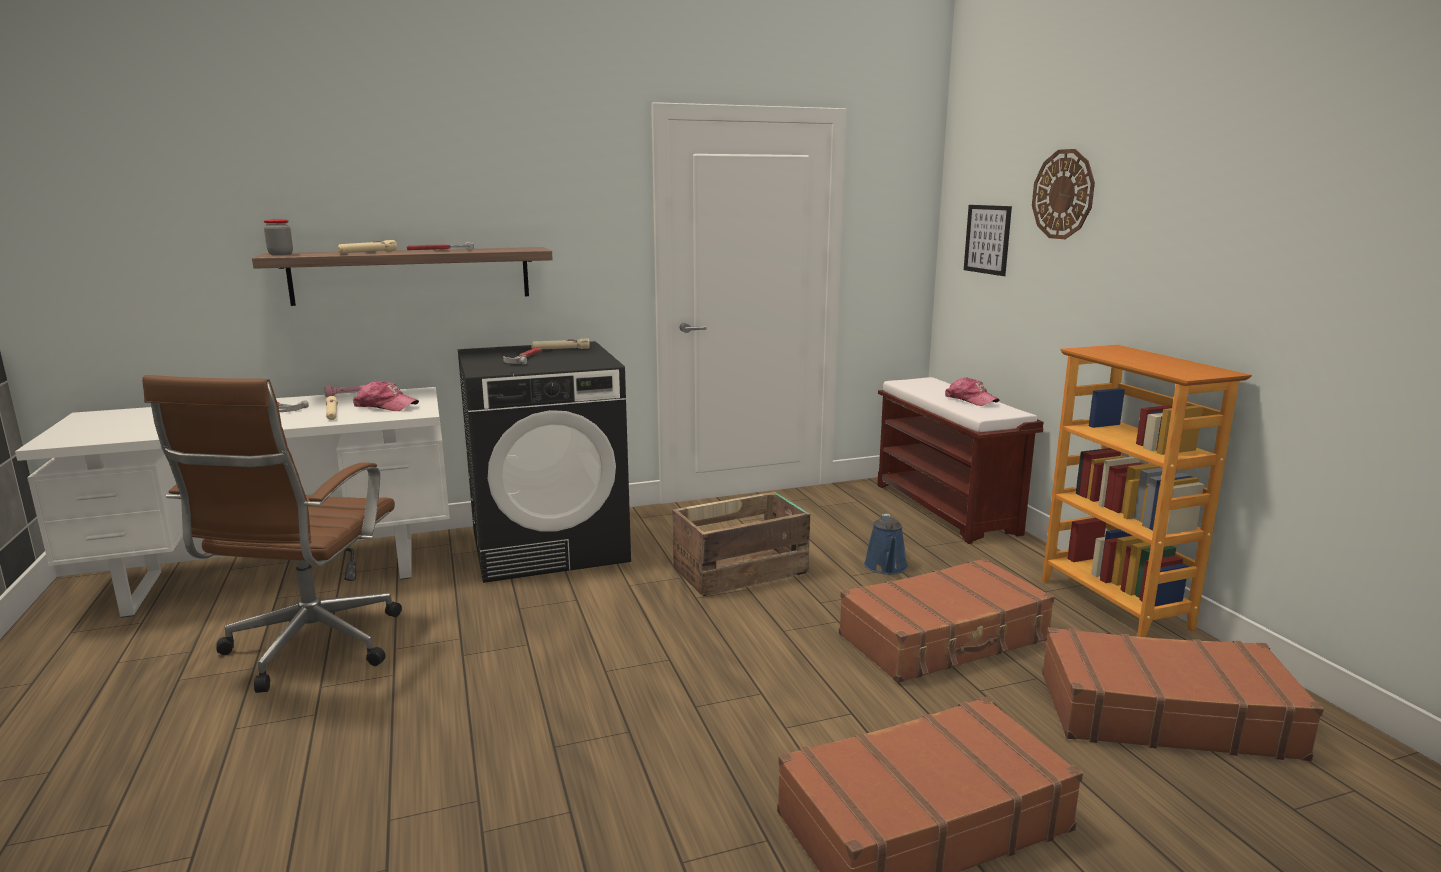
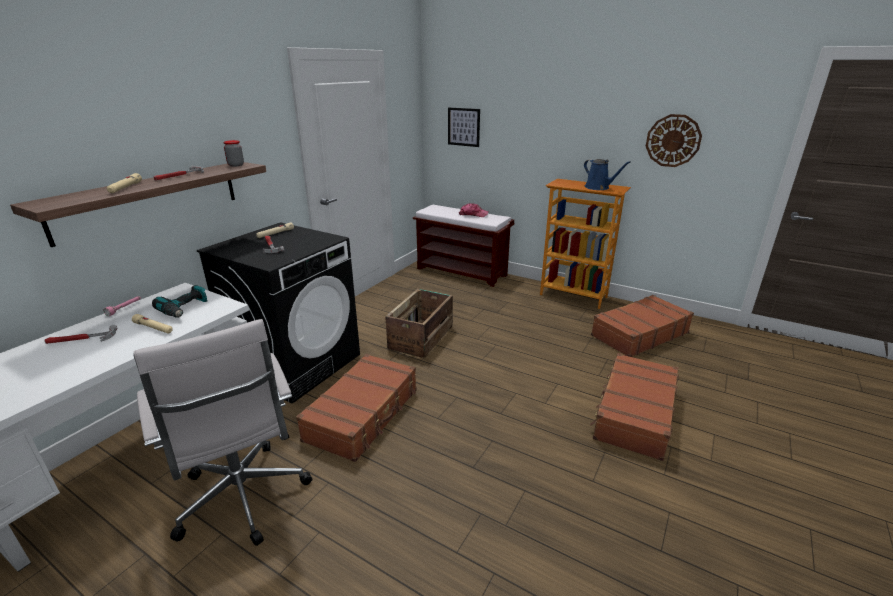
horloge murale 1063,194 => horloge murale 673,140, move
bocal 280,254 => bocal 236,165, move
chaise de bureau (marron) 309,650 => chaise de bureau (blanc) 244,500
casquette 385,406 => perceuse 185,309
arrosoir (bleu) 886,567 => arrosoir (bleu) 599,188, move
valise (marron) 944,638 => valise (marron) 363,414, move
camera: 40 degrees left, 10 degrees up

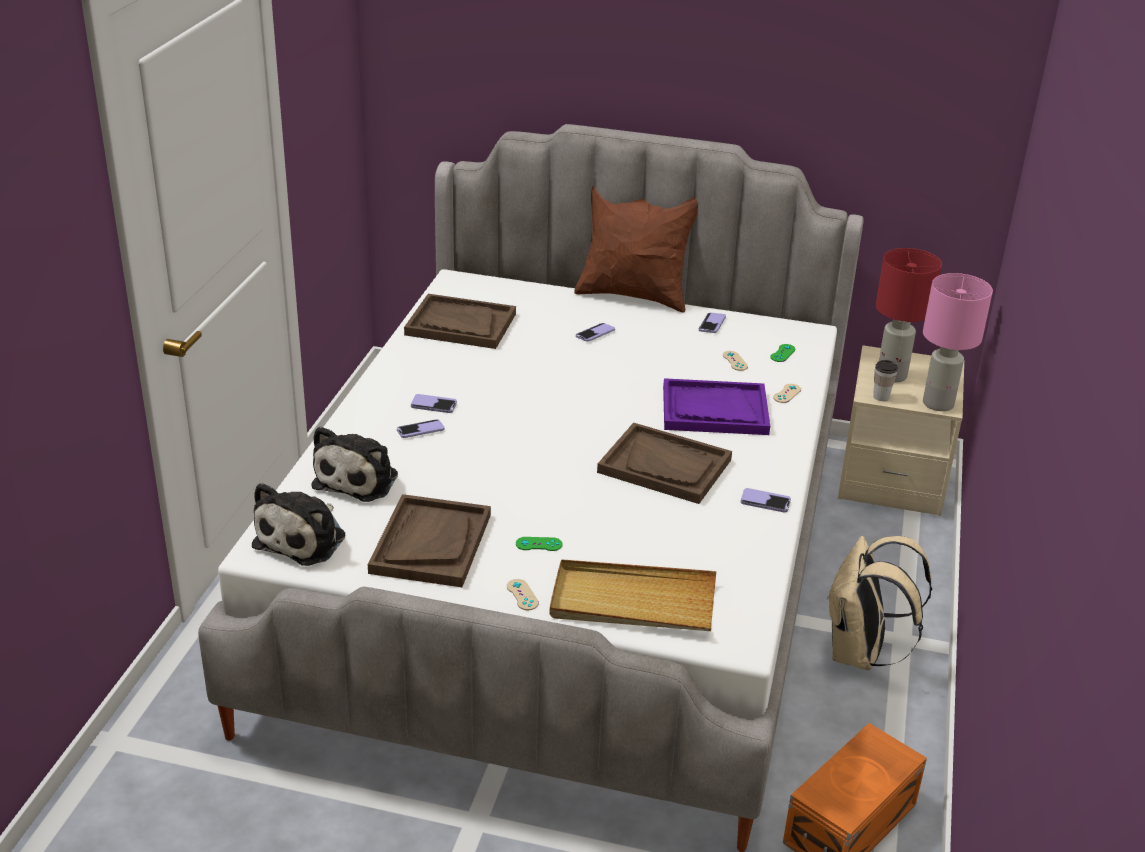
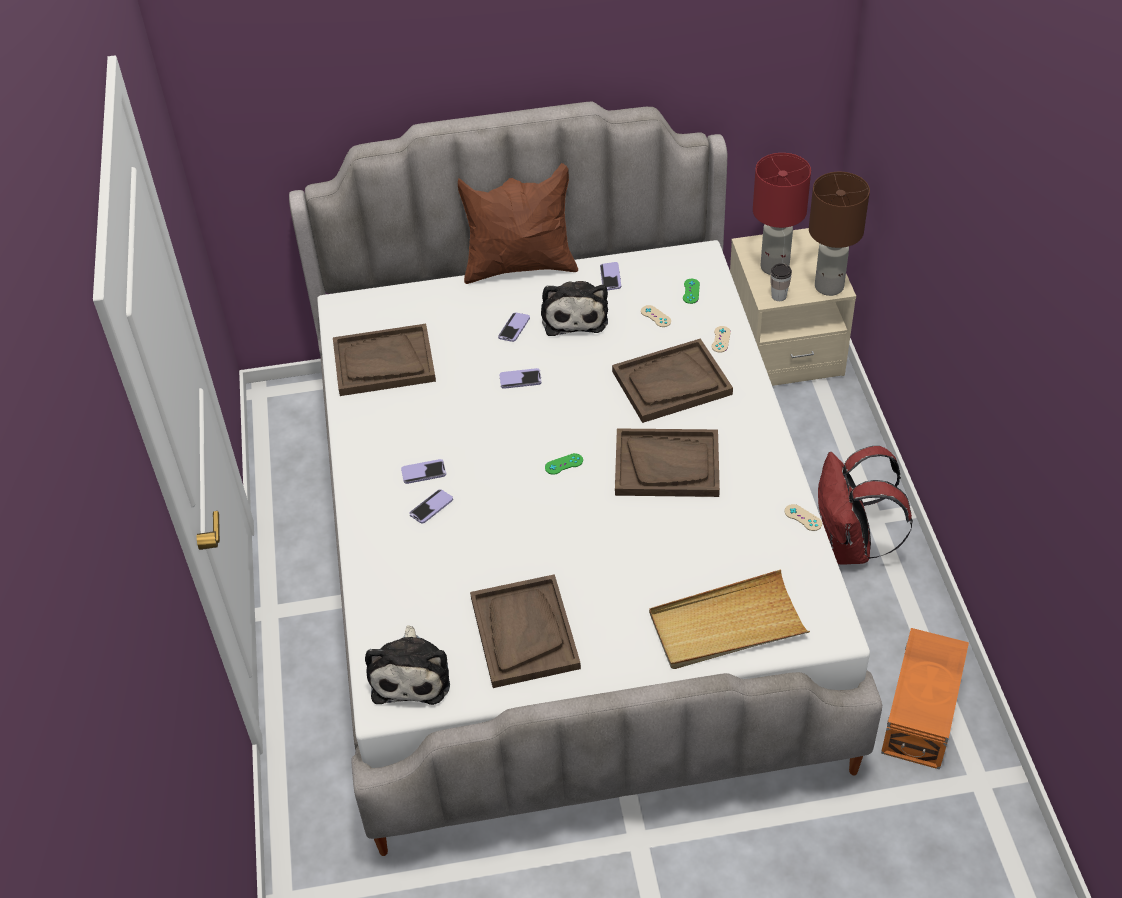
lampe de table (rose) 939,403 => lampe de table (marron) 829,286
plateau (violet) 714,410 => plateau (marron) 671,383
peluche 359,478 => peluche 574,315, move
téléphone 765,502 => téléphone 520,379, move
sac à dos (beige) 860,654 => sac à dos (rouge) 849,546
manette (vert) 539,544 => manette (vert) 564,464, move
manette (beige) 522,595 => manette (beige) 803,518, move
camera: 20 degrees left, 15 degrees up

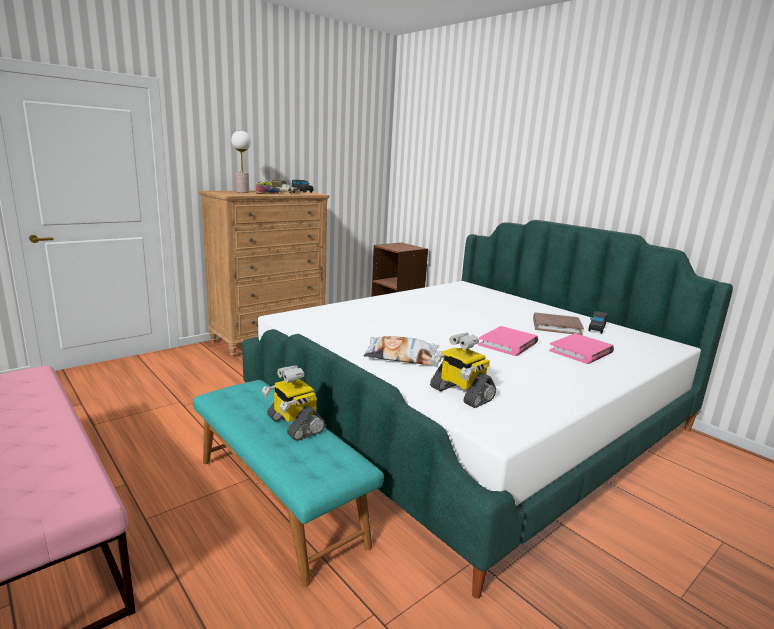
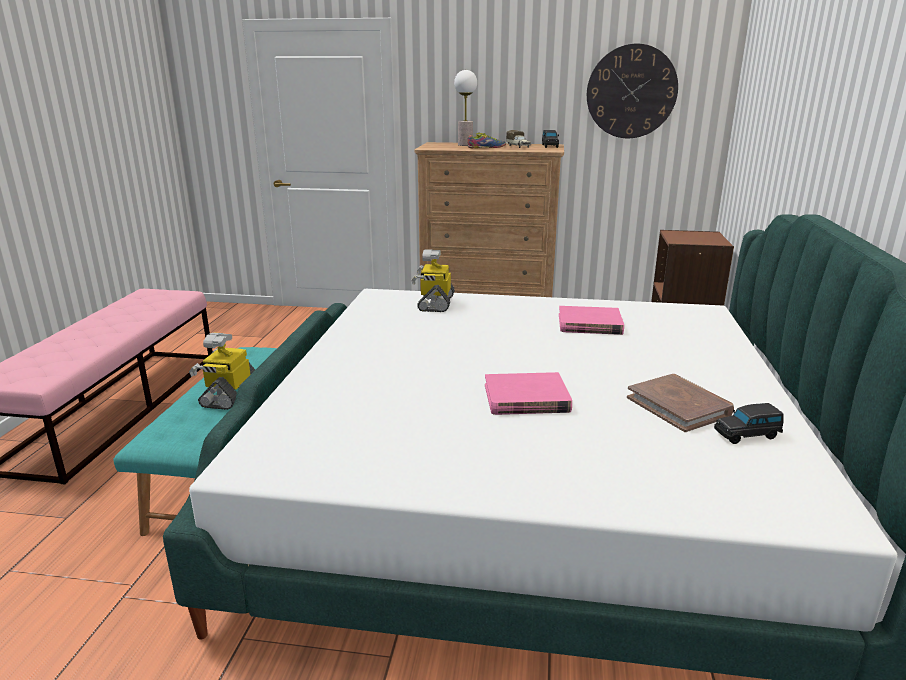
robot jouet 460,394 => robot jouet 435,303, move
livre (rose) 581,352 => livre (rose) 589,324, move
coussin 401,356 => nothing
nothing => horloge murale 631,92
camera: 50 degrees right, 5 degrees up

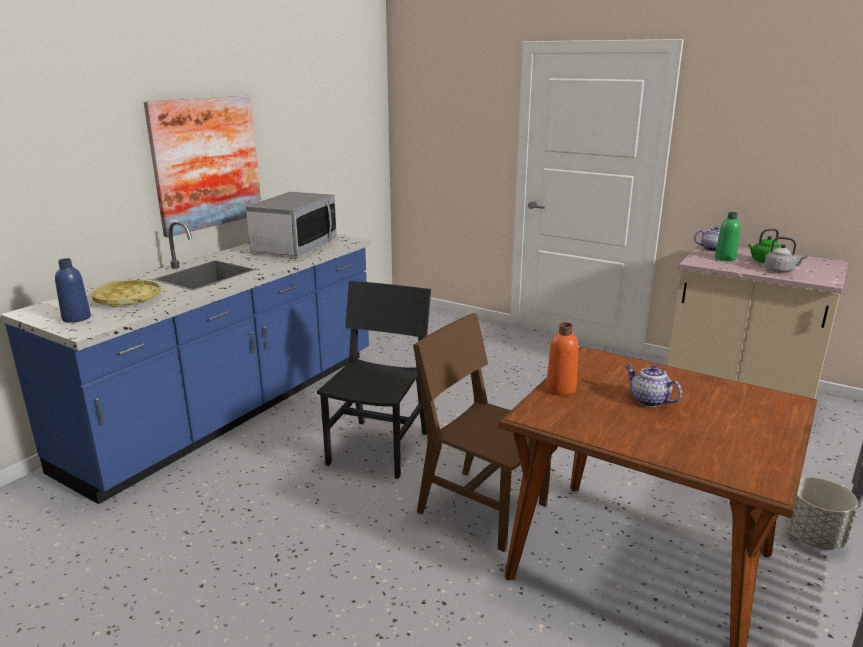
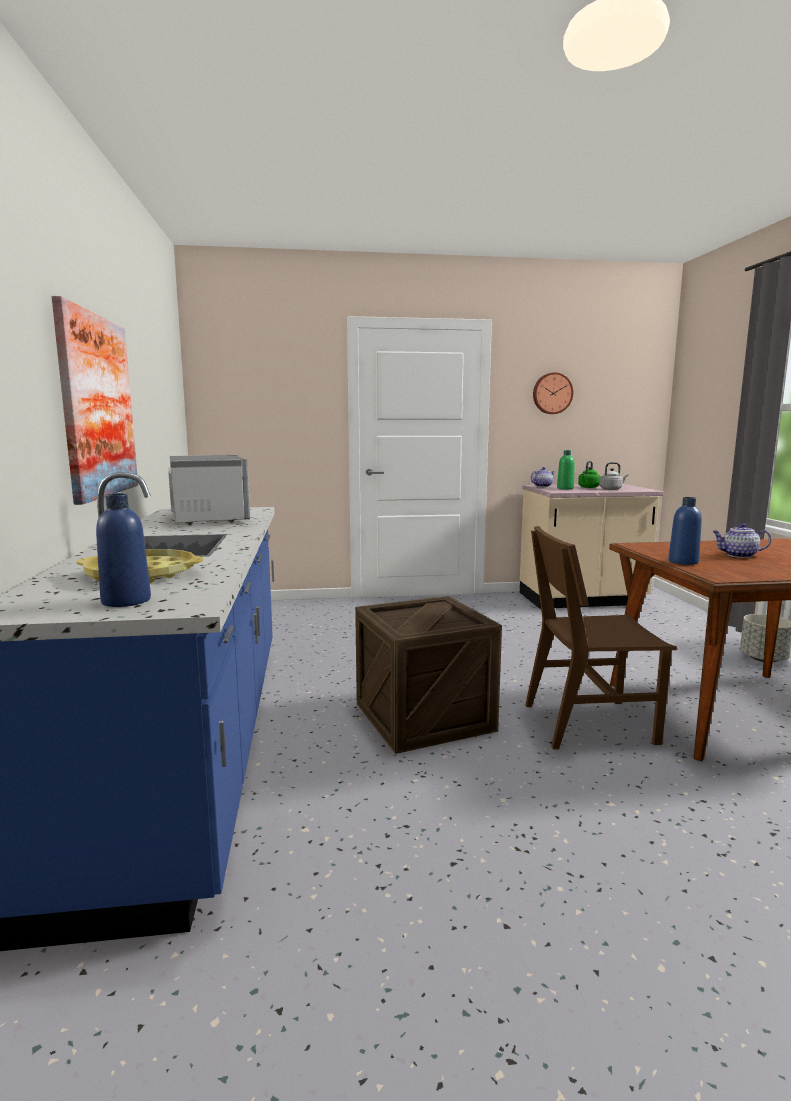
chaise (noir) 378,448 => caisse 424,717
bouteille (orange) 561,389 => bouteille (bleu) 683,562
nothing => horloge murale 552,393
camera: 40 degrees left, 10 degrees down

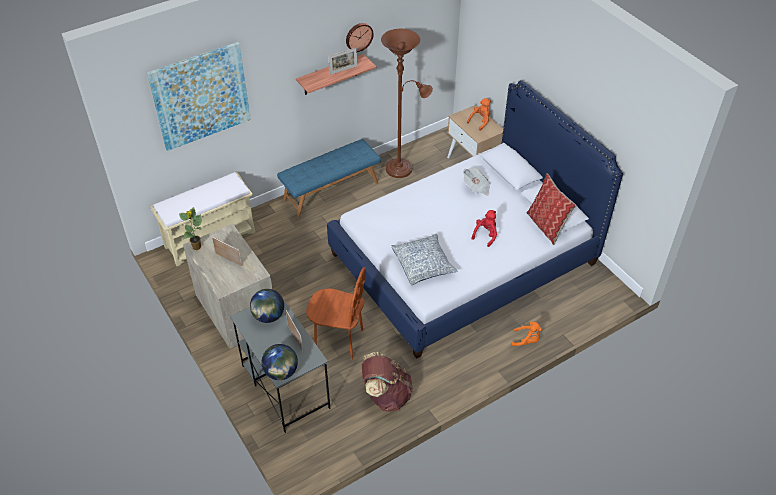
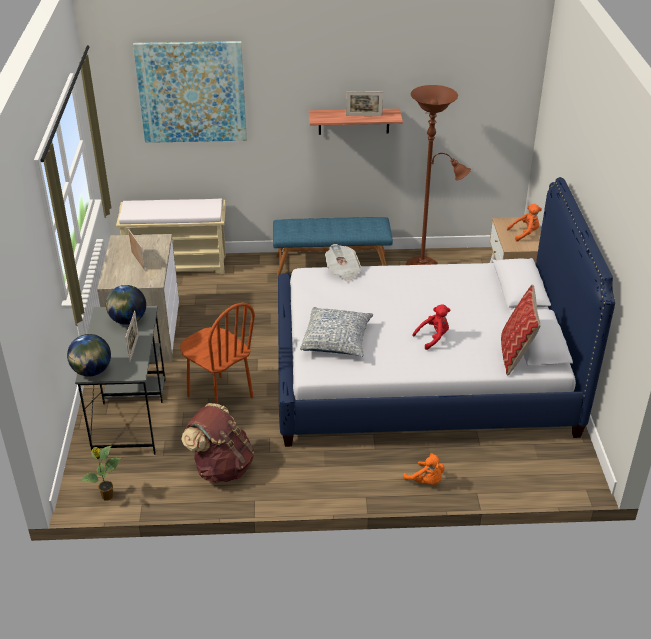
horloge murale 358,36 => nothing
journal 476,187 => journal 343,271, move
plante en pot 197,247 => plante en pot 107,497, move
camera: 30 degrees right, 10 degrees down

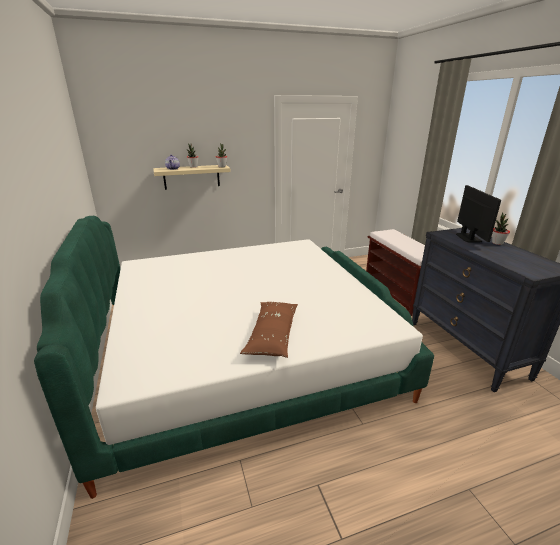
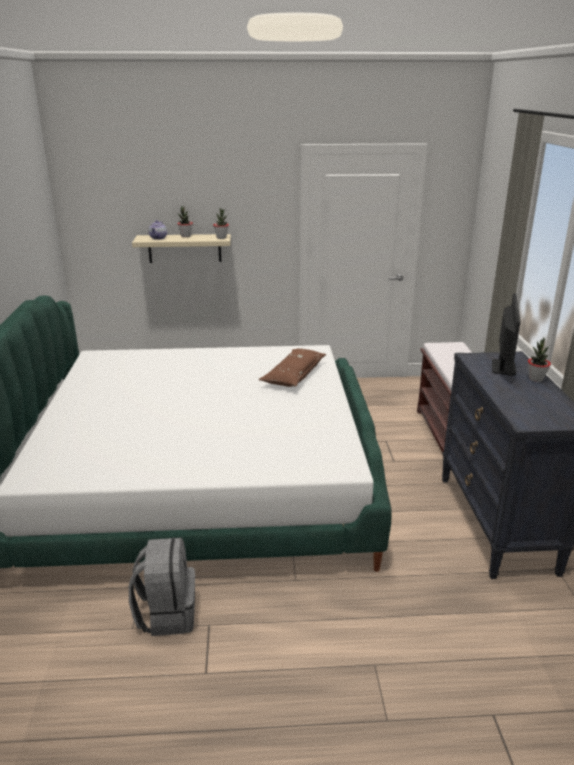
coussin (marron) 272,335 => coussin (marron) 294,375, move
nothing => sac à dos (gris) 167,614
camera: 15 degrees right, 0 degrees up

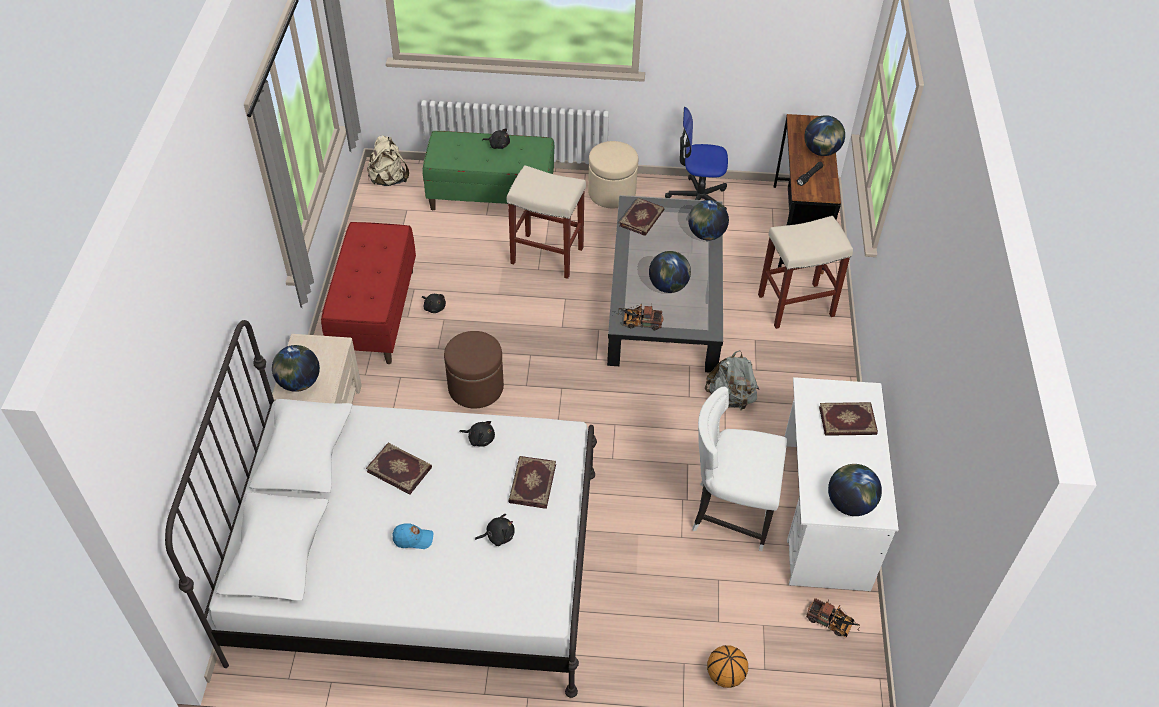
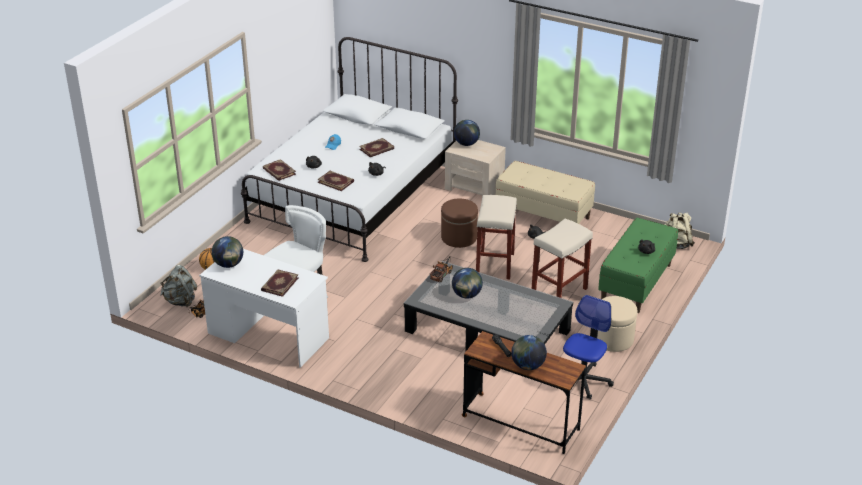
livre 642,218 => livre 279,171, move
globe 706,234 => nothing
tabouret (beige) 796,305 => tabouret (beige) 495,265, move
banc (rouge) 374,313 => banc (beige) 543,215
sac à dos (gris) 731,398 => sac à dos (gris) 180,301, move
camera: 115 degrees right, 15 degrees down

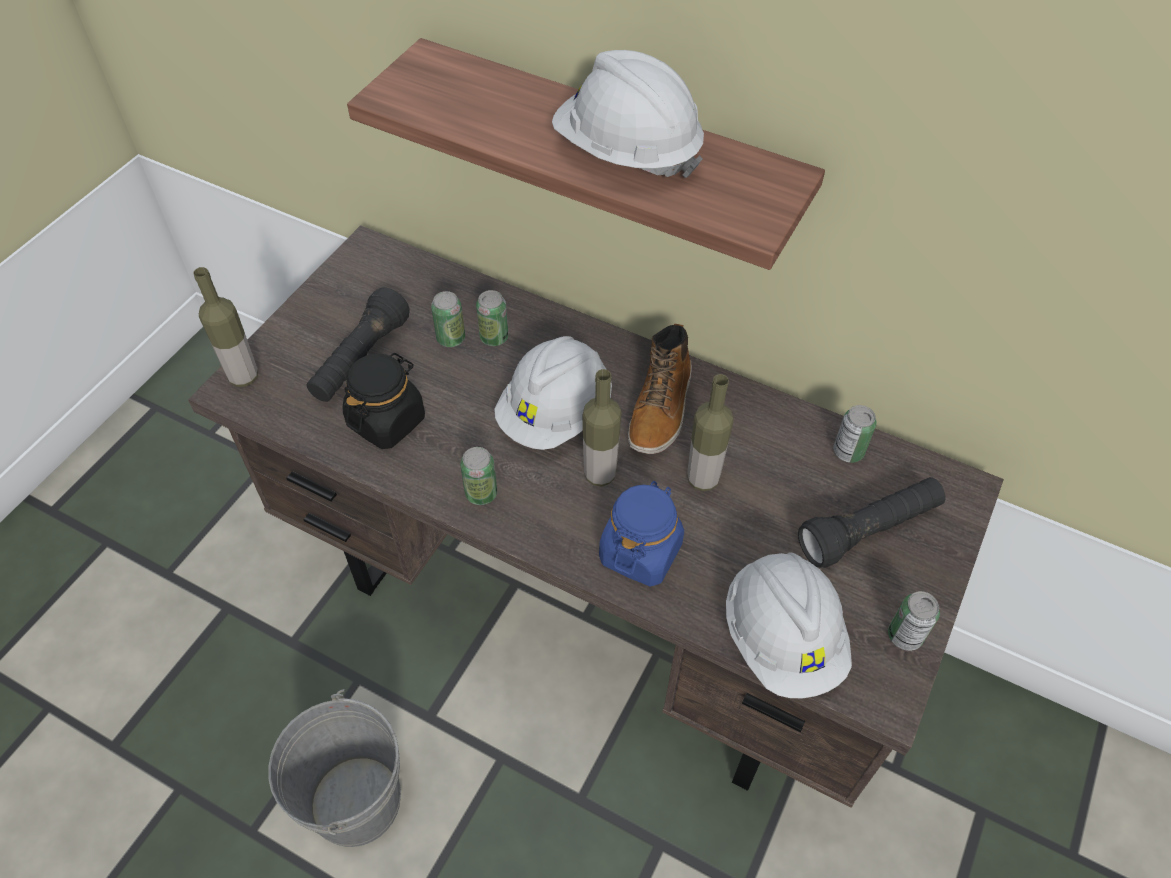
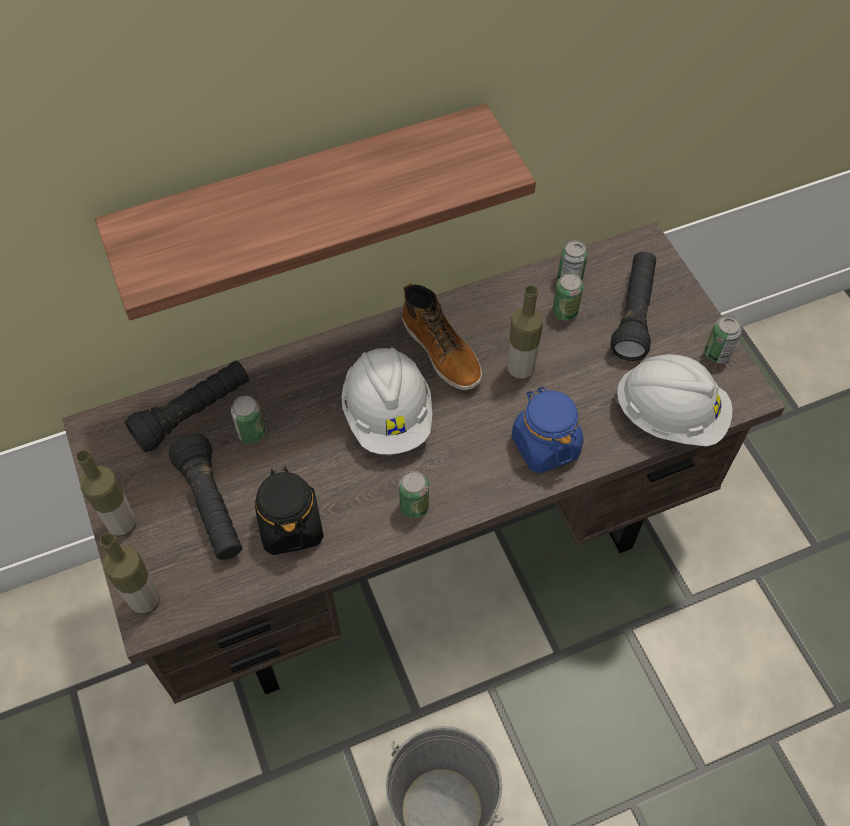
casque de chantier (blanc) 627,153 => nothing
boîte métallique 494,337 => boîte métallique 564,312, move
bouteille 600,474 => bouteille 122,524, move
nothing => lampe de poche (noir) 193,413
camera: 50 degrees left, 5 degrees up

